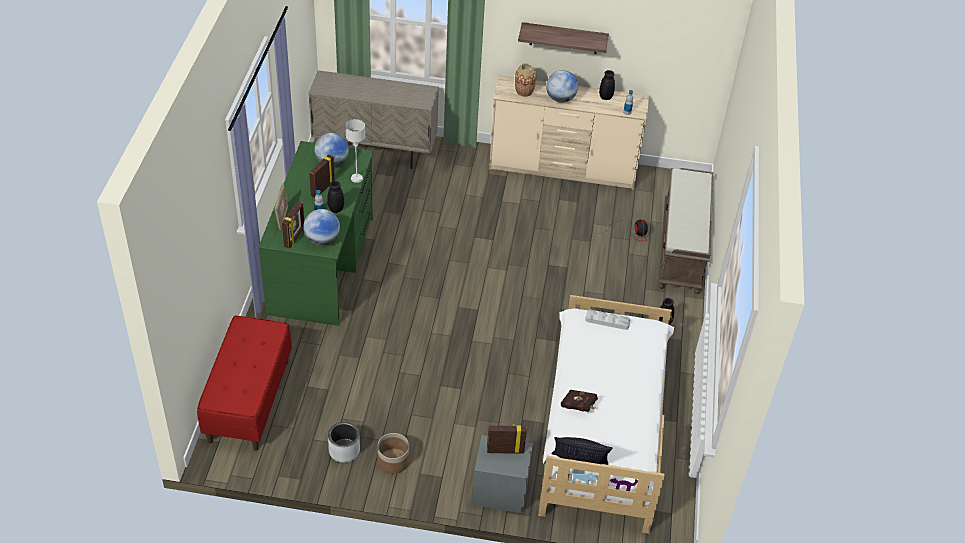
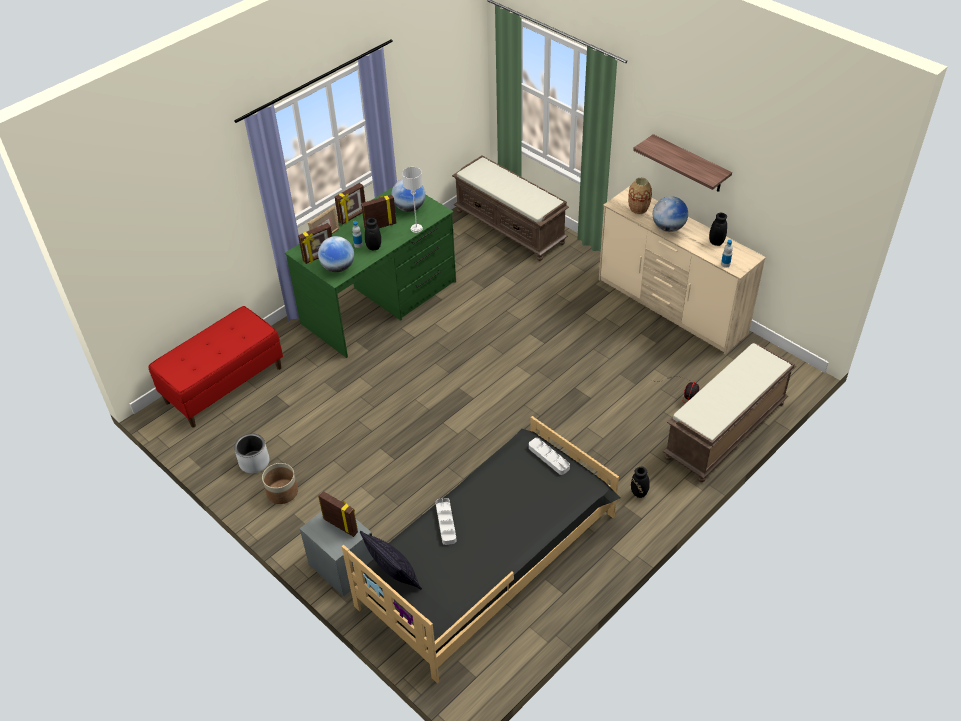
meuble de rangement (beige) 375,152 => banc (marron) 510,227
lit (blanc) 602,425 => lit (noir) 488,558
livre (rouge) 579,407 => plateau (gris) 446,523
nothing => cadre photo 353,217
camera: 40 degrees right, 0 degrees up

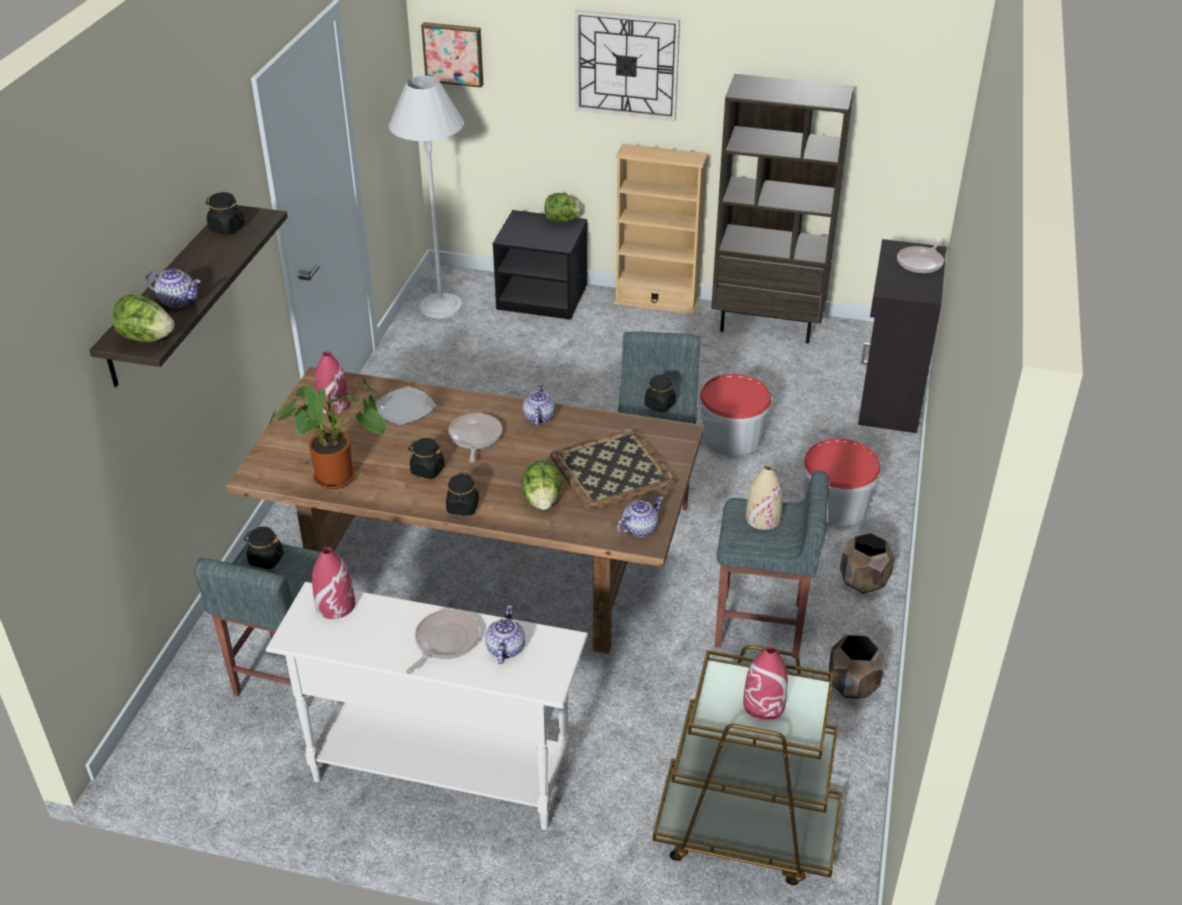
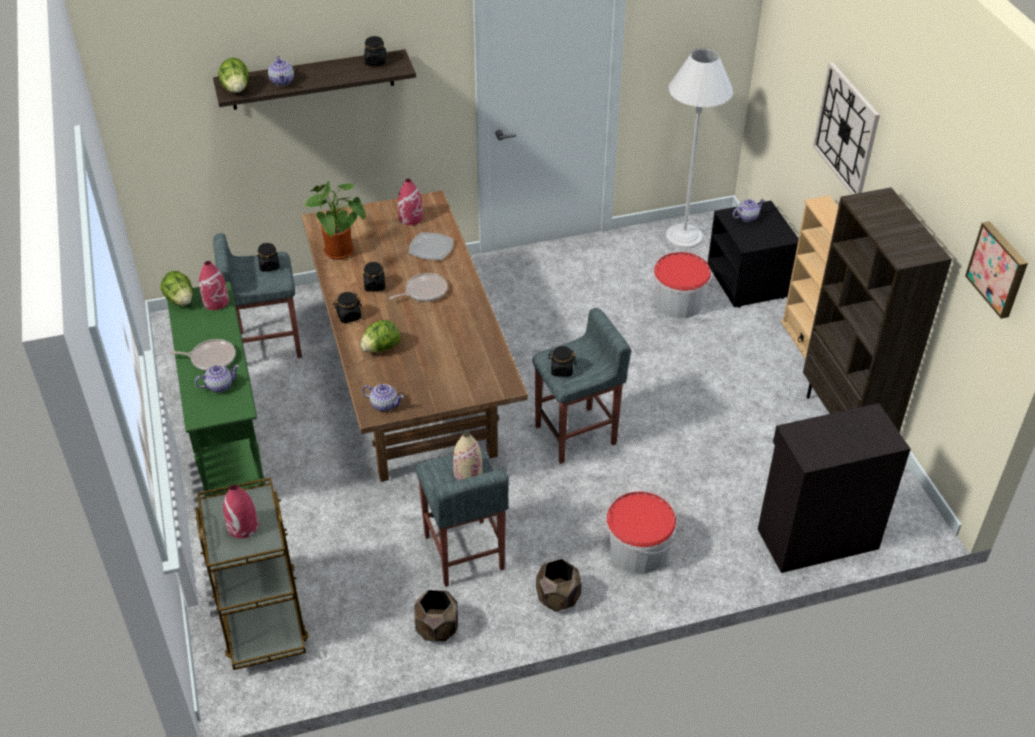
tableau 453,53 => tableau 999,269, move
laitue 562,220 => laitue 180,300, move
poêle 921,262 => nothing
seau 732,436 => seau 679,302, move
théière 538,418 => théière 746,217, move
plateau 613,468 => nothing
table console (blanc) 440,772 => table console (vert) 230,446
camera: 60 degrees right, 5 degrees up

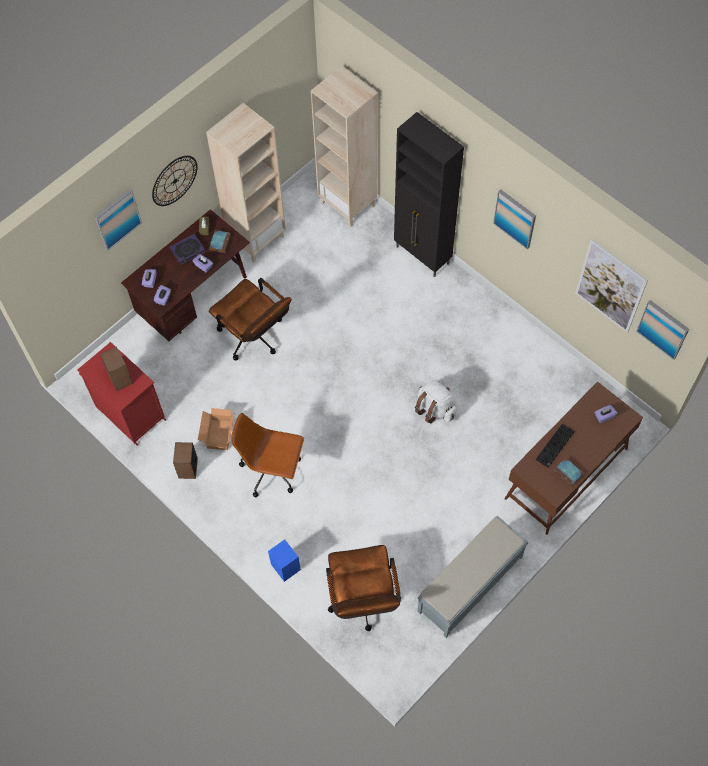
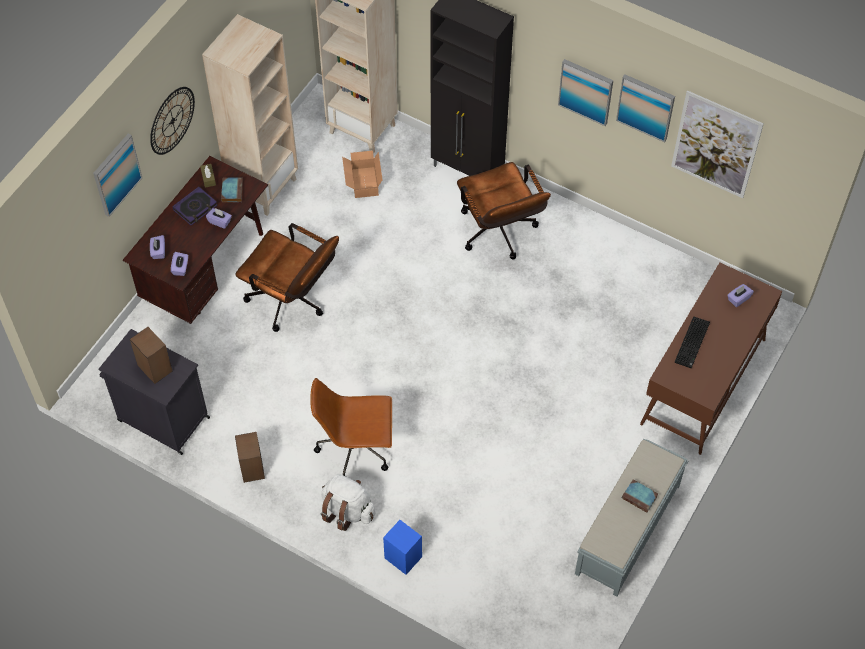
tableau 663,329 => tableau 645,107, move
meuble de rangement (rouge) 129,413 => meuble de rangement (noir) 162,418
sac à dos (blanc) 435,409 => sac à dos (blanc) 347,510, move
carton 218,435 => carton 363,183, move
livre 568,473 => livre 640,497, move
chaise de bureau (marron) 363,601 => chaise de bureau (marron) 499,235, move
camera: 15 degrees left, 5 degrees down

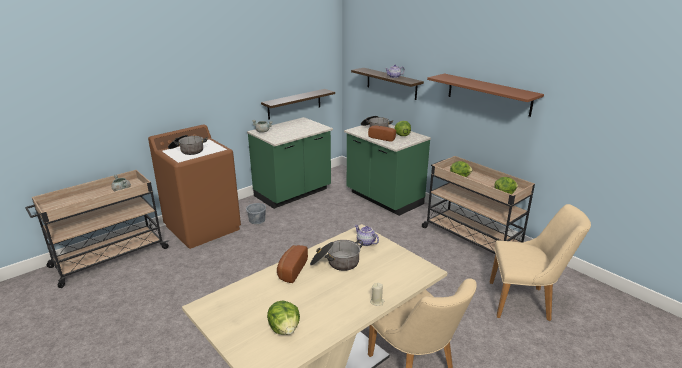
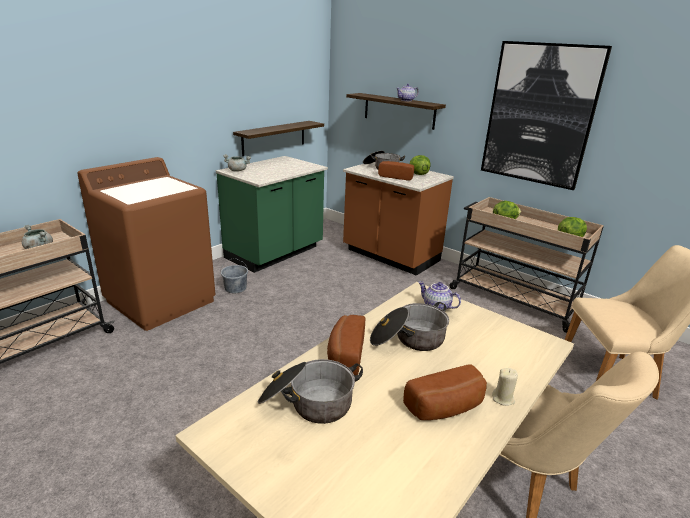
étagère (marron) 488,94 => tableau 539,115
comptoir de cuisine (vert) 383,199 => comptoir de cuisine (marron) 390,256
marmite 187,150 => marmite 308,403, move
laitue 285,329 => nothing
nothing => pain 446,408
camera: 10 degrees left, 0 degrees up

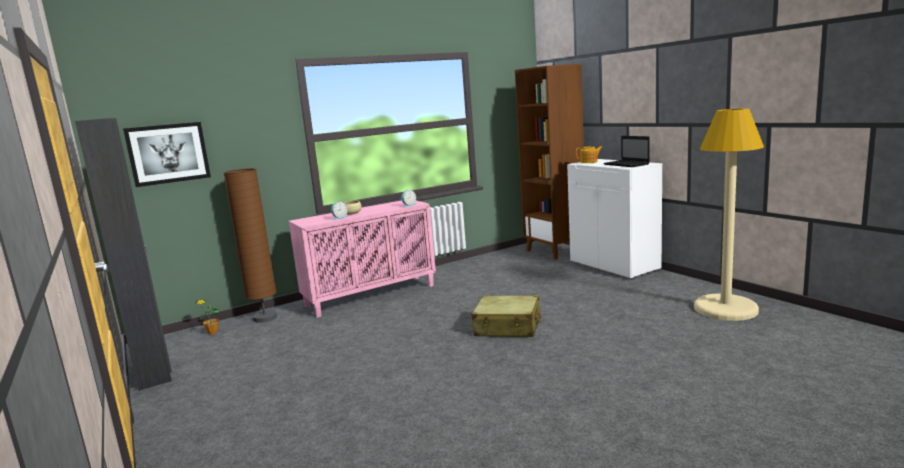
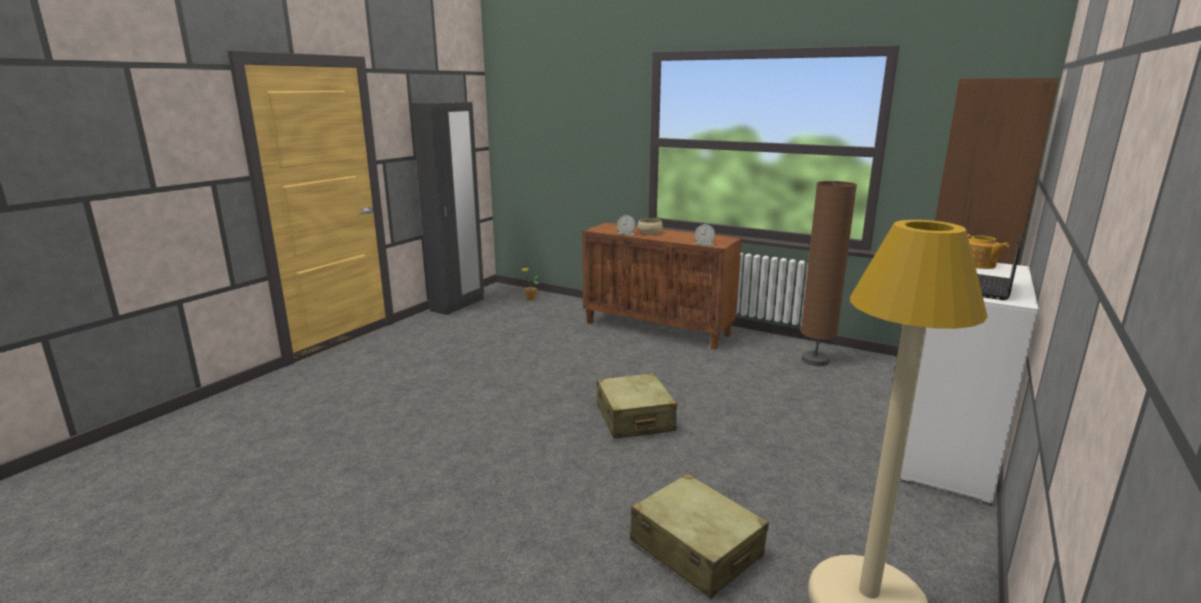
tableau 168,153 => nothing
lampadaire (marron) 265,318 => lampadaire (marron) 815,360, move
meuble de rangement (rose) 371,295 => meuble de rangement (marron) 658,329
nothing => valise (beige) 696,549
camera: 60 degrees right, 5 degrees up

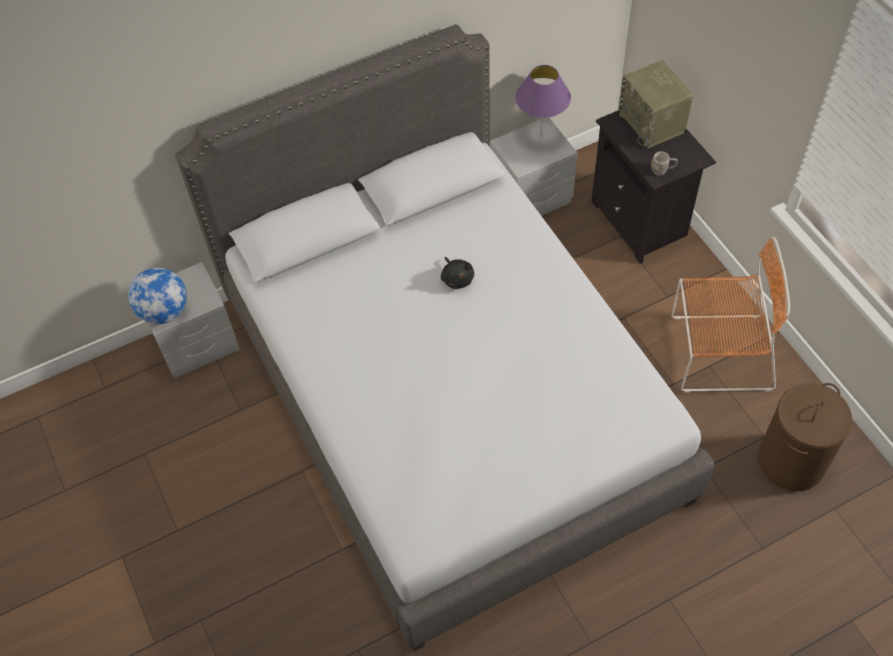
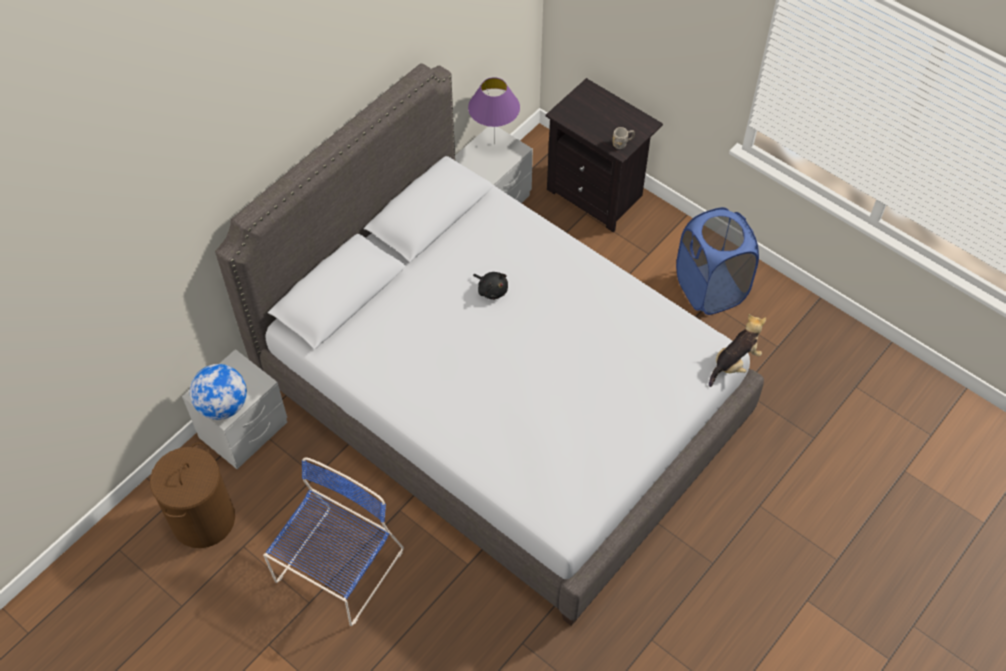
radio 652,123 => nothing
chaise (orange) 717,353 => panier à linge (bleu) 710,289
panier à linge (marron) 791,462 => panier à linge (marron) 203,520, move
nothing => peluche 734,363
nothing => chaise (bleu) 337,569
camera: 25 degrees left, 0 degrees up

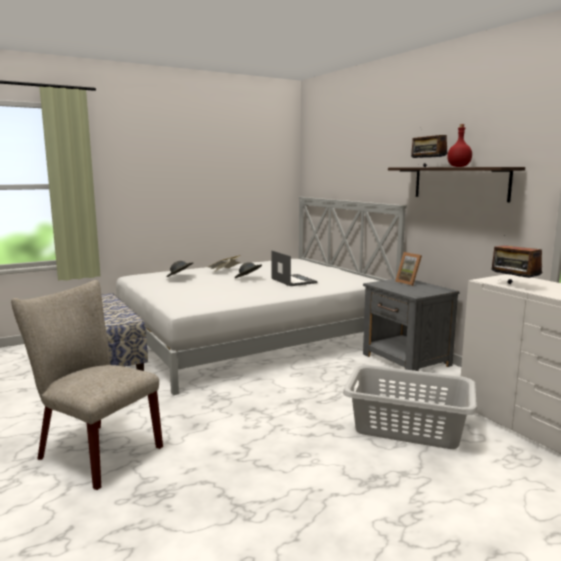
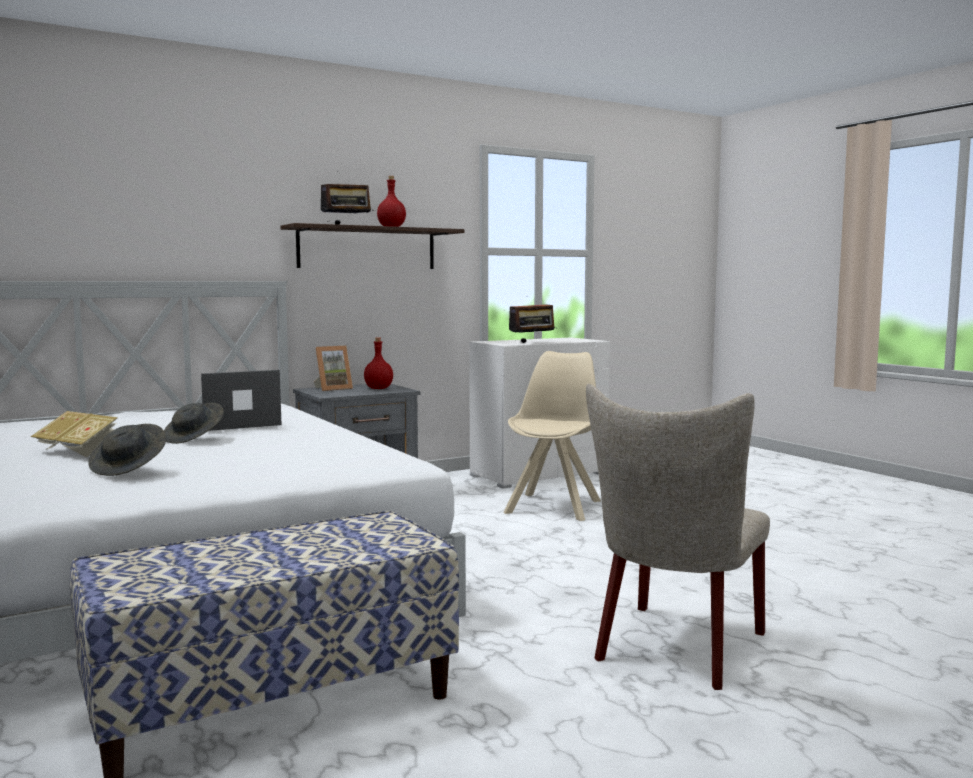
panier à linge (gris) 408,428 => chaise (beige) 554,506
nothing => bouteille (rouge) 378,388
camera: 90 degrees left, 5 degrees down

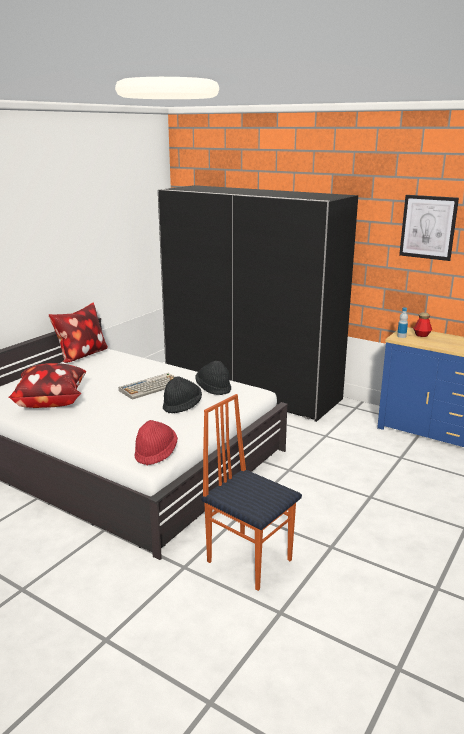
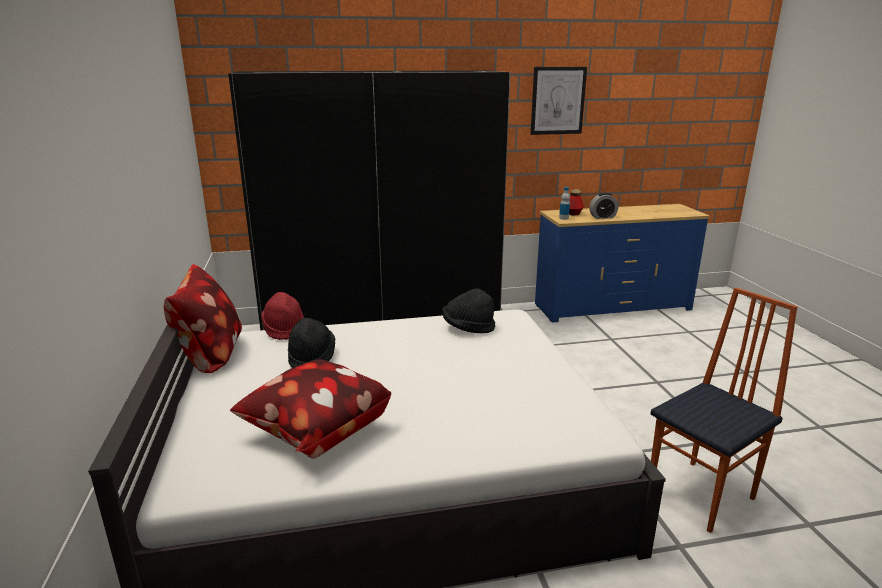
clavier 151,387 => nothing
chapeau (noir) 182,406 => chapeau (noir) 312,358, move
chaise 249,559 => chaise 702,495, 150 degrees clockwise
chapeau (rouge) 156,453 => chapeau (rouge) 284,329, move
nothing => réveil 602,217
camera: 45 degrees left, 0 degrees up

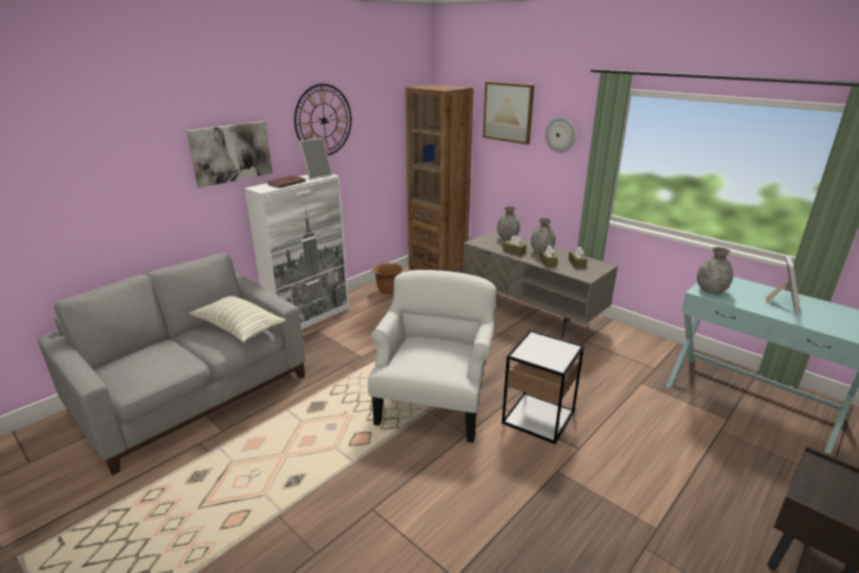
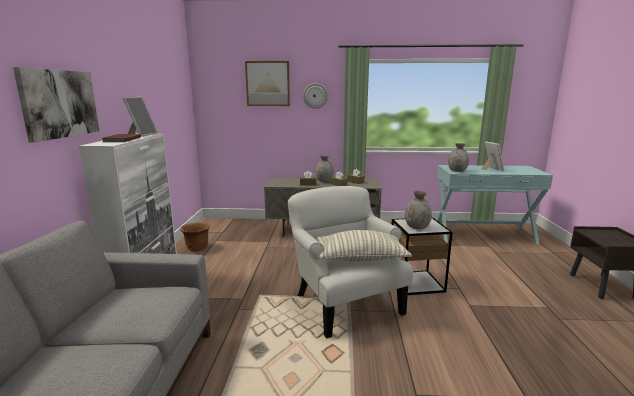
horloge murale 323,120 => nothing
bibliothèque (marron) 438,269 => nothing
vase (gris) 507,238 => vase (gris) 417,227, move
coussin 239,328 => coussin 361,258, move
camera: 40 degrees left, 10 degrees down

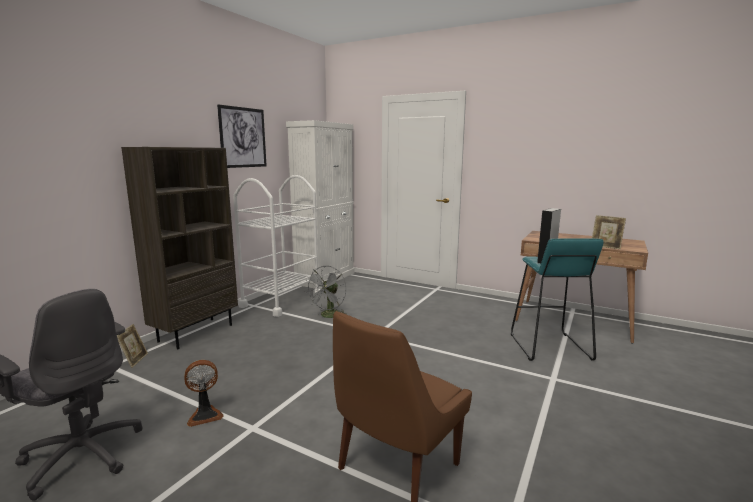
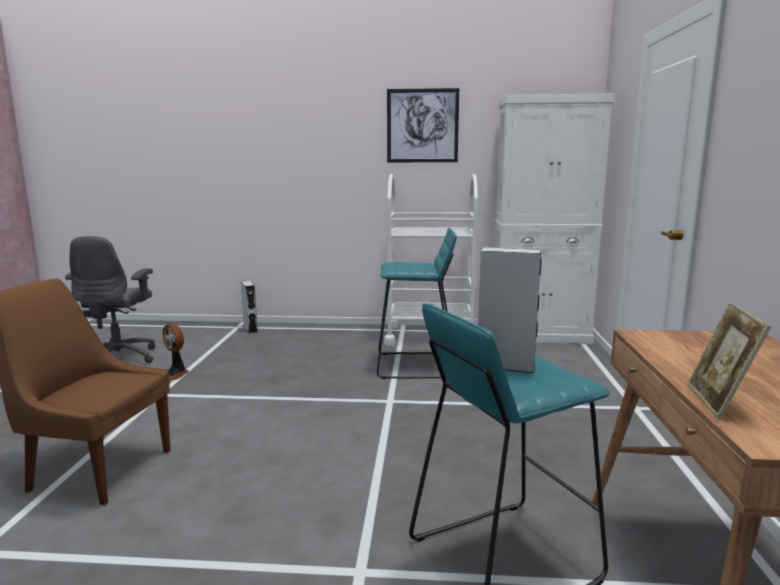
bibliothèque (marron) 196,332 => nothing
ventilateur (gris) 328,316 => tabouret (turquoise) 416,366
cadre photo 134,360 => enceinte (gris) 250,330
camera: 65 degrees right, 0 degrees up

